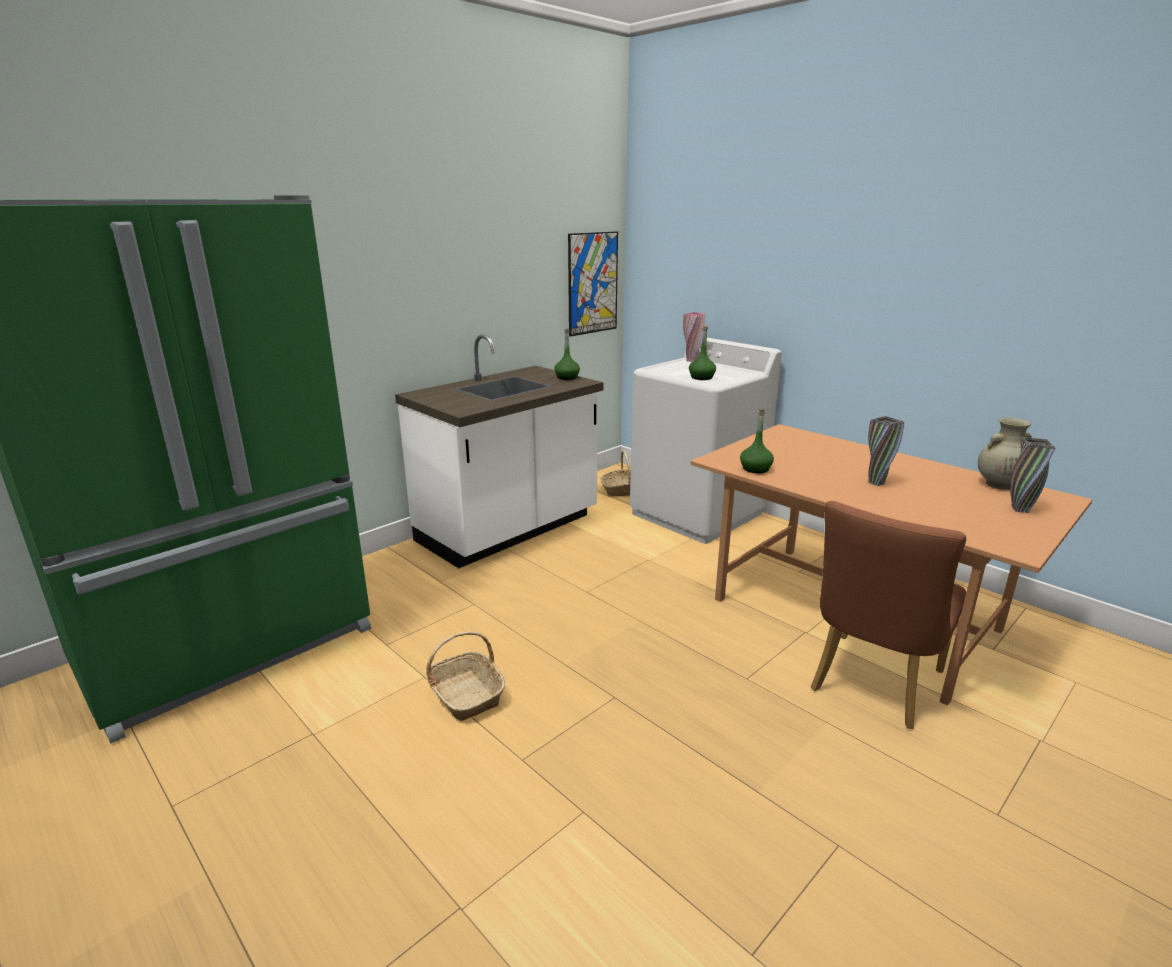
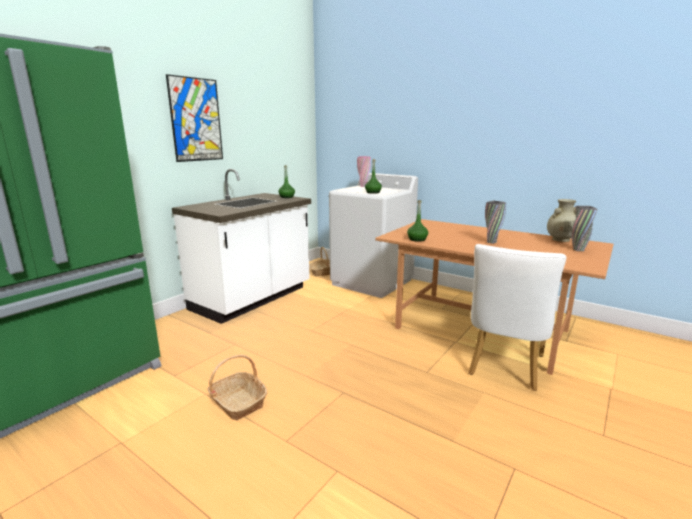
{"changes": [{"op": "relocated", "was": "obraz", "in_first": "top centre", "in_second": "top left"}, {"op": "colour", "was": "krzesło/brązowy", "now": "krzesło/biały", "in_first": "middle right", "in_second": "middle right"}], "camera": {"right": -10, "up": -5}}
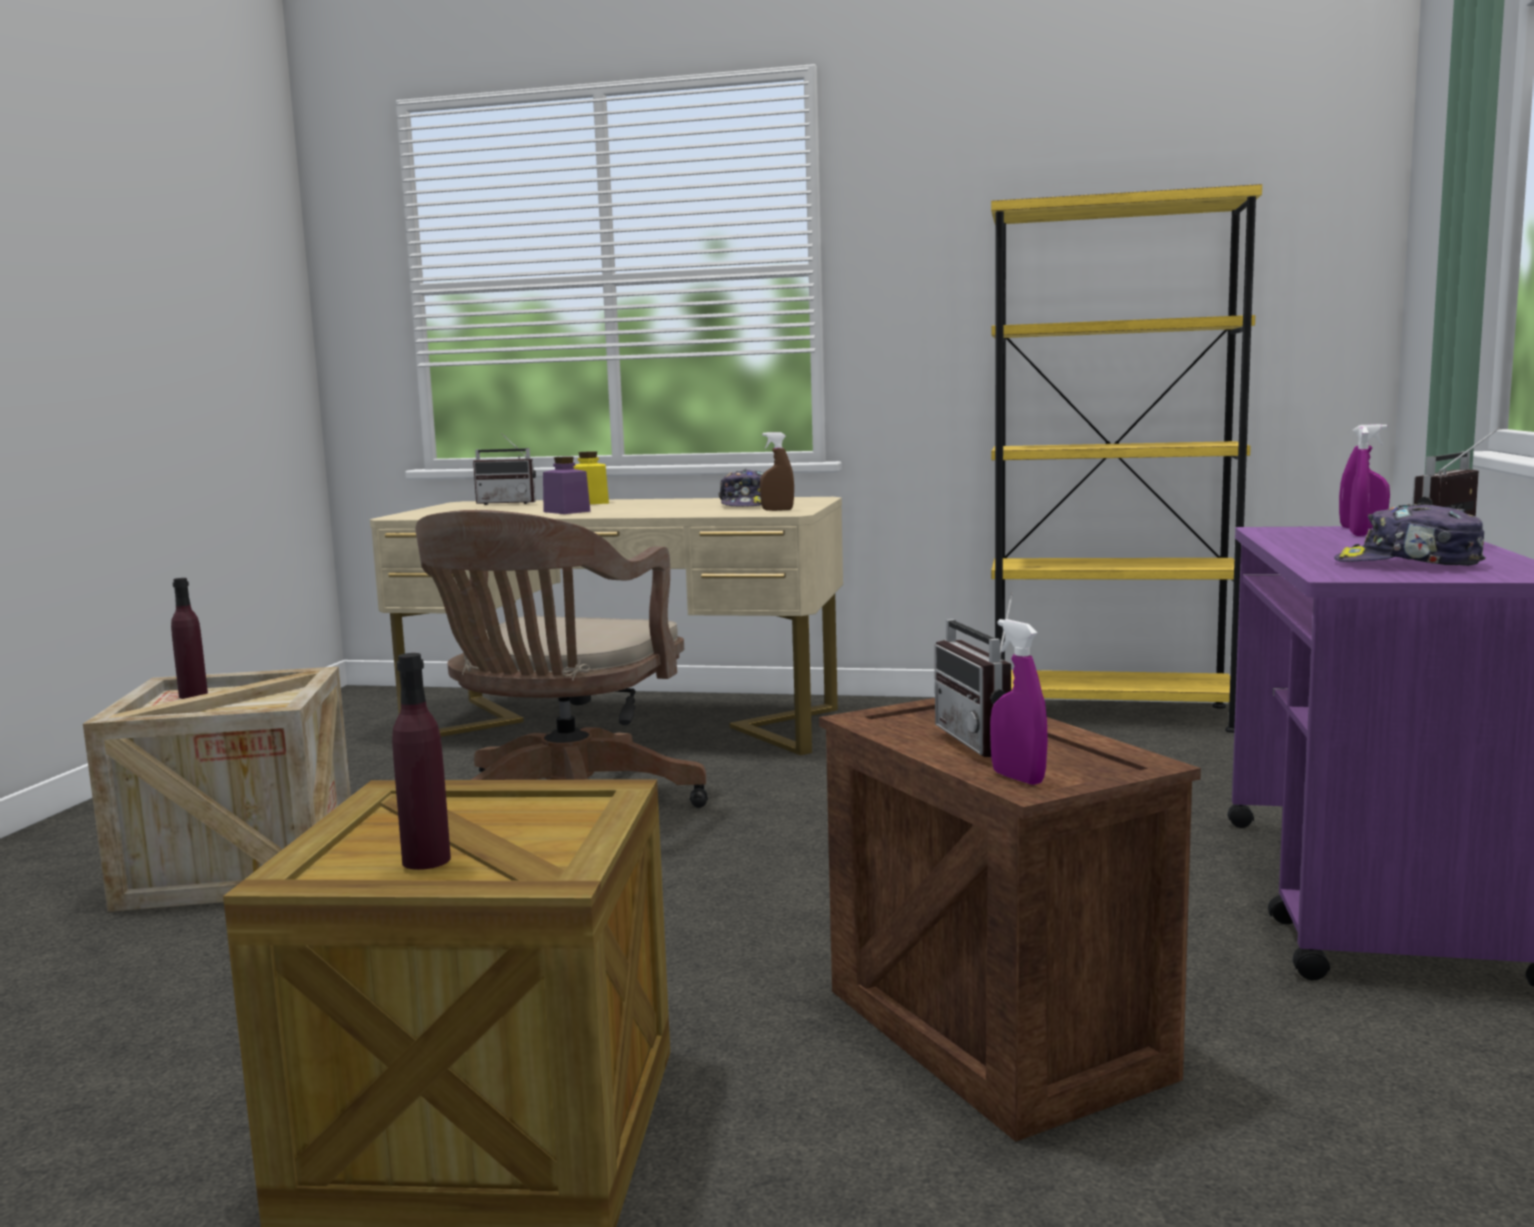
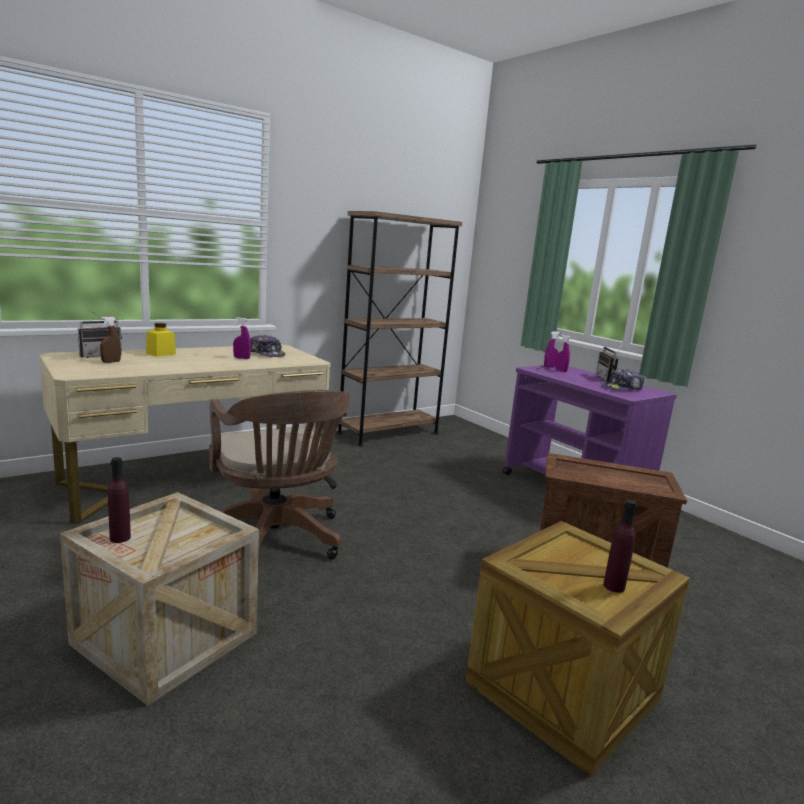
{"changes": [{"op": "relocated", "was": "spryskiwacz/brązowy", "in_first": "centre", "in_second": "middle left"}, {"op": "relocated", "was": "spryskiwacz/fioletowy (no. 1 from left)", "in_first": "centre", "in_second": "middle left"}, {"op": "colour", "was": "regał/żółty", "now": "regał/brązowy", "in_first": "middle right", "in_second": "centre"}, {"op": "missing", "was": "słoik/fioletowy", "in_first": "centre"}, {"op": "missing", "was": "radio (no. 2 from left)", "in_first": "centre"}], "camera": {"right": -50, "up": 5}}
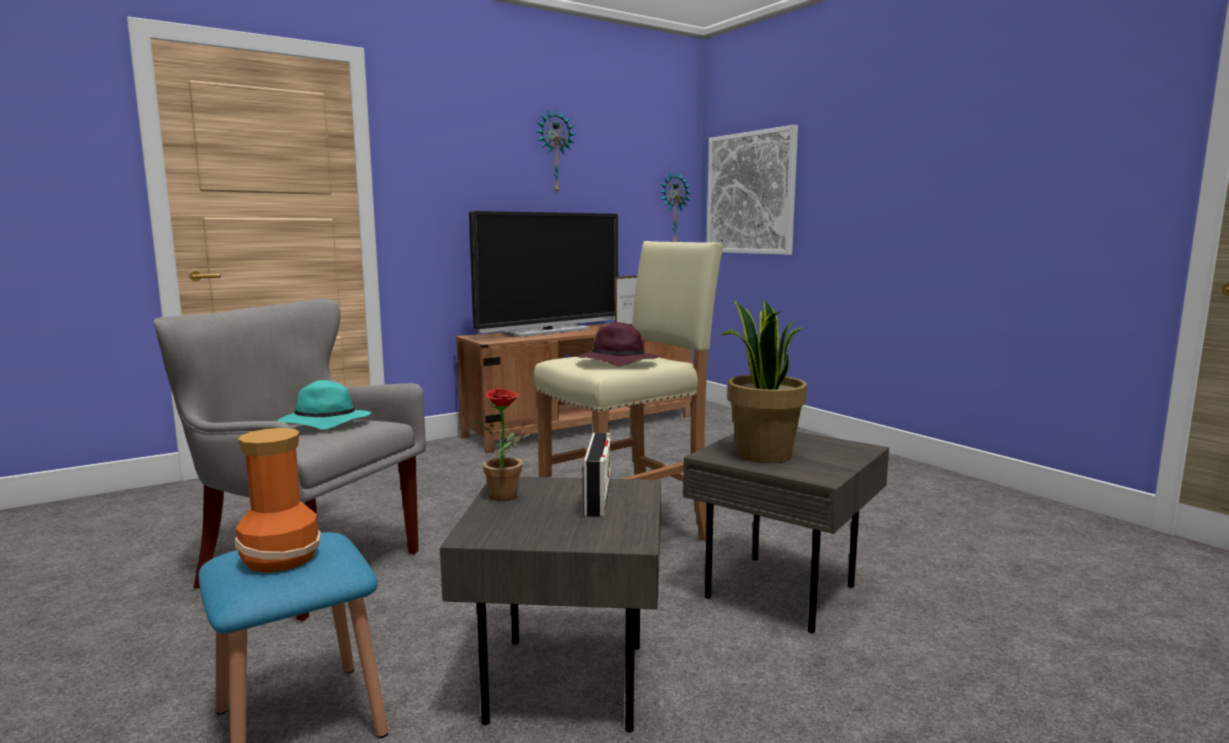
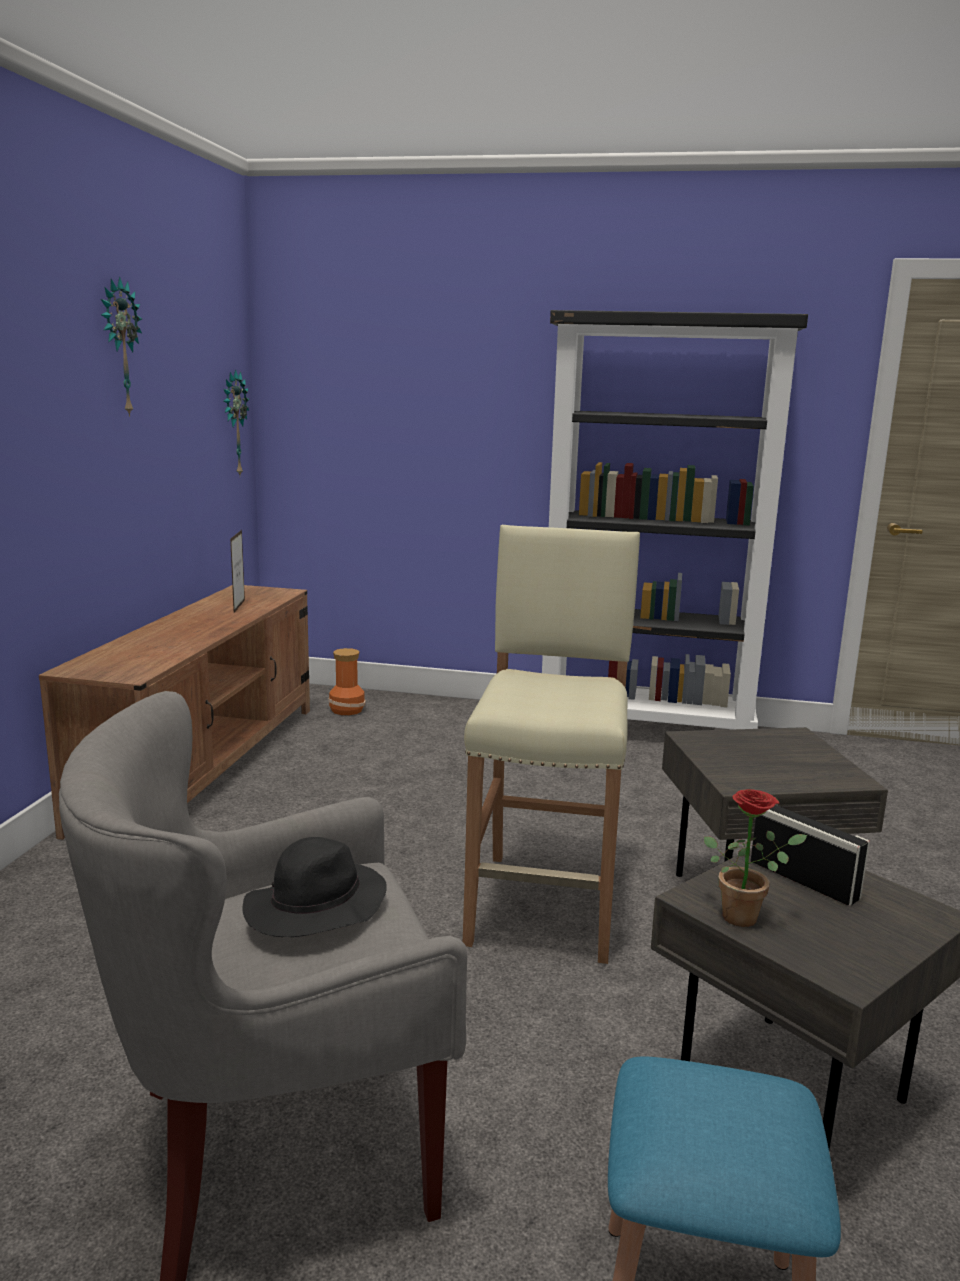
{"changes": [{"op": "colour", "was": "kapelusz/turkusowy", "now": "kapelusz/czarny", "in_first": "middle left", "in_second": "bottom left"}, {"op": "relocated", "was": "wazon", "in_first": "bottom left", "in_second": "centre"}, {"op": "appeared", "now": "regał/czarny", "in_second": "middle right"}, {"op": "missing", "was": "telewizor", "in_first": "centre"}, {"op": "missing", "was": "kapelusz/fioletowy", "in_first": "centre"}, {"op": "missing", "was": "obraz", "in_first": "top centre"}, {"op": "missing", "was": "roślina doniczkowa (no. 2 from left)", "in_first": "centre"}], "camera": {"right": -45, "up": 5}}
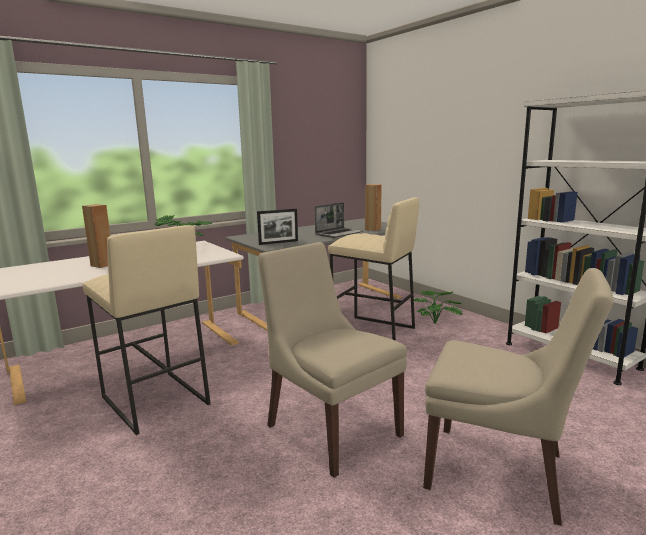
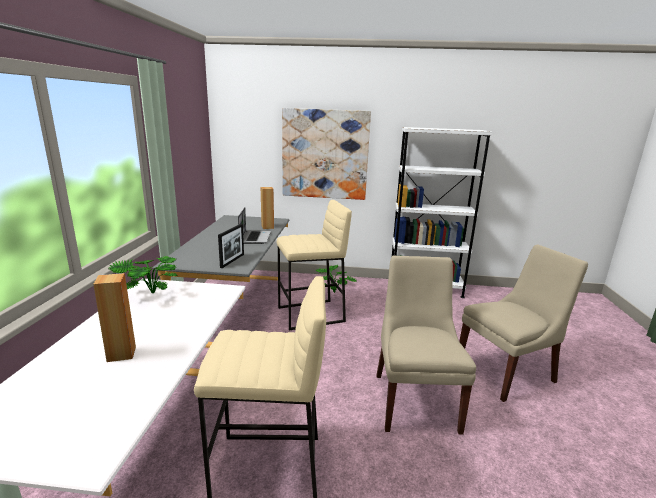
{"changes": [{"op": "appeared", "now": "obraz", "in_second": "top centre"}, {"op": "spun", "was": "krzesło/beżowy (no. 1 from left)", "in_first": "bottom centre", "in_second": "bottom centre", "clockwise": 90}], "camera": {"right": -50, "up": 5}}
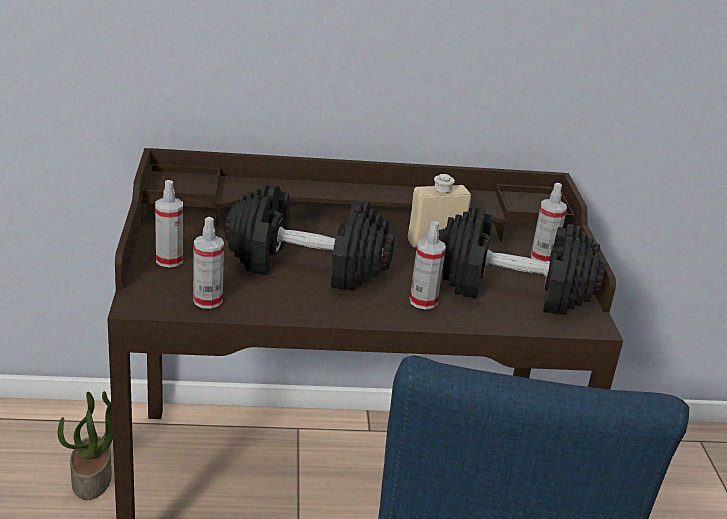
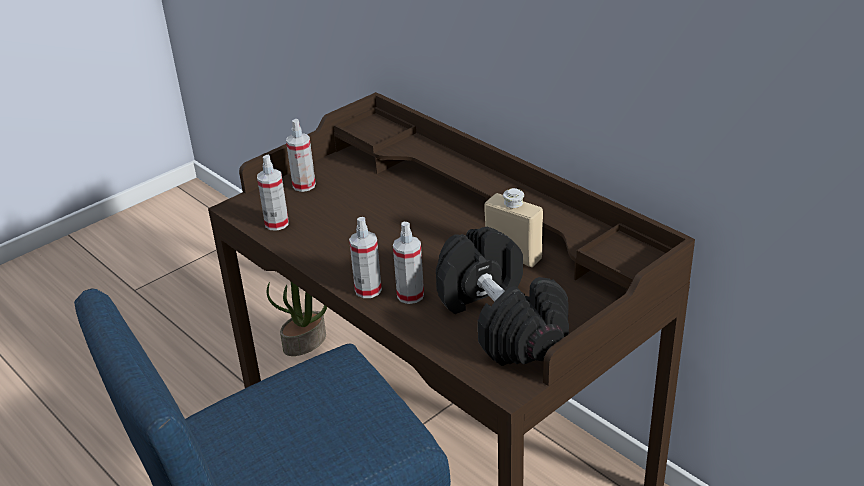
{"changes": [{"op": "relocated", "was": "spryskiwacz (no. 4 from left in the first image)", "now": "spryskiwacz (no. 3 from left)", "in_first": "middle right", "in_second": "centre"}, {"op": "missing", "was": "hantel/czarny (no. 1 from left)", "in_first": "centre"}], "camera": {"right": 55, "up": 5}}
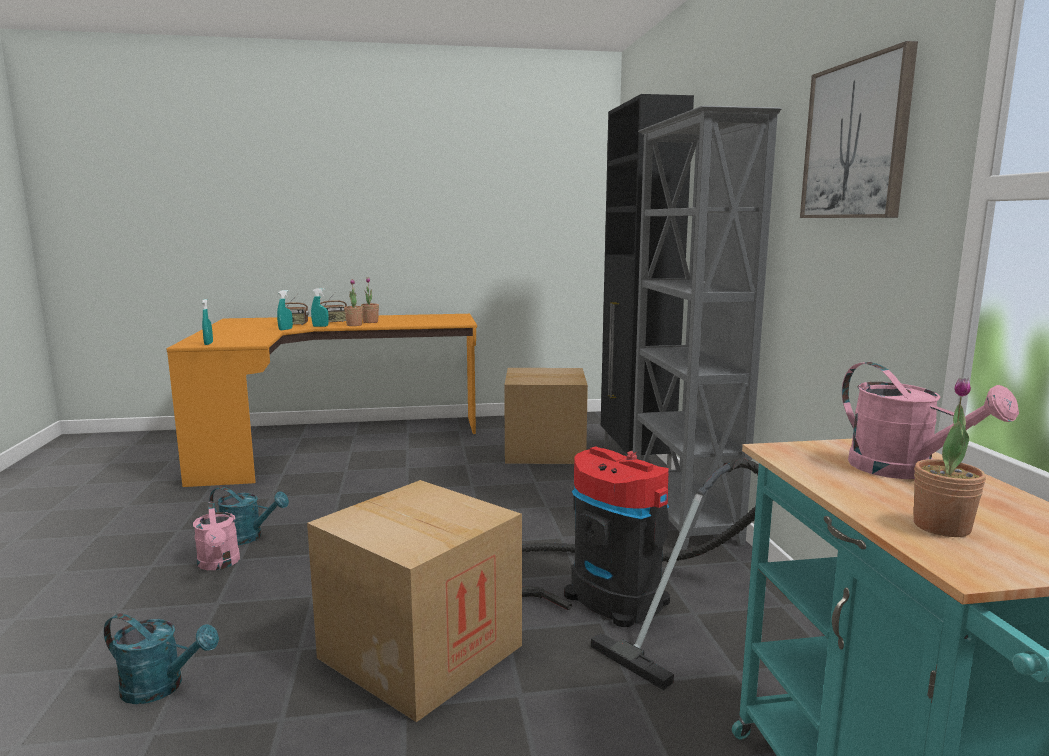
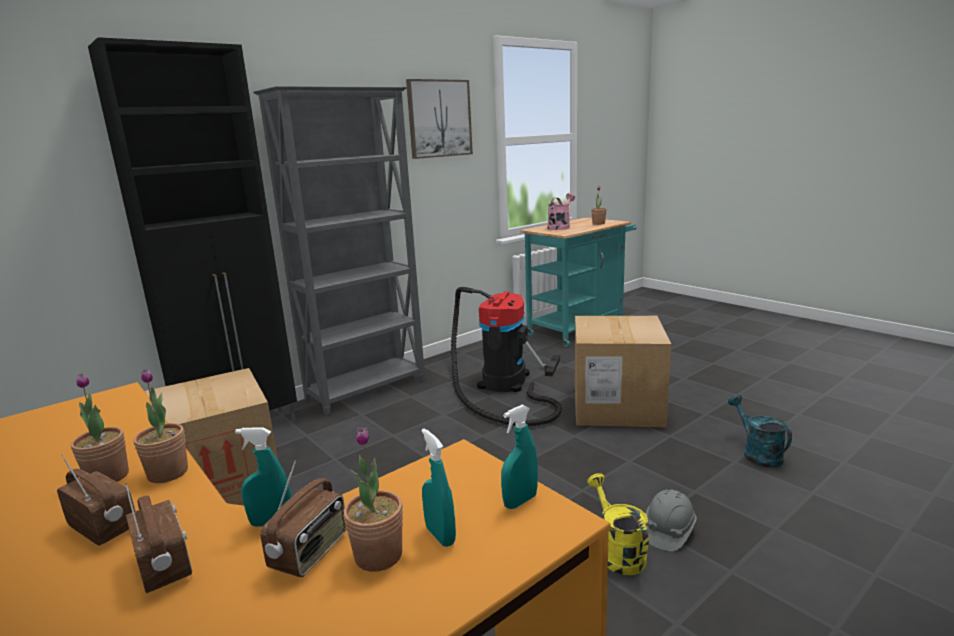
{"changes": [{"op": "appeared", "now": "radio (no. 3 from left)", "in_second": "bottom left"}, {"op": "appeared", "now": "roślina doniczkowa (no. 3 from left)", "in_second": "bottom centre"}, {"op": "relocated", "was": "spryskiwacz/turkusowy (no. 3 from left in the first image)", "now": "spryskiwacz/turkusowy (no. 2 from left)", "in_first": "middle left", "in_second": "bottom centre"}, {"op": "colour", "was": "konewka/turkusowy (no. 2 from left)", "now": "konewka/żółty", "in_first": "bottom left", "in_second": "bottom centre"}, {"op": "exchanged", "was": "konewka/różowy (no. 1 from left)", "now": "kask/szary", "in_first": "bottom left", "in_second": "bottom right"}], "camera": {"right": -120, "up": 5}}
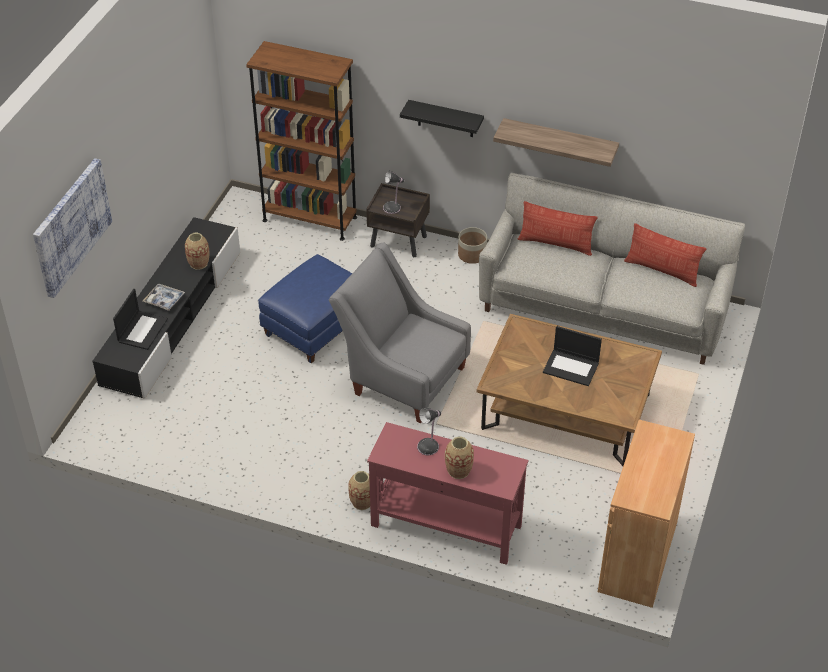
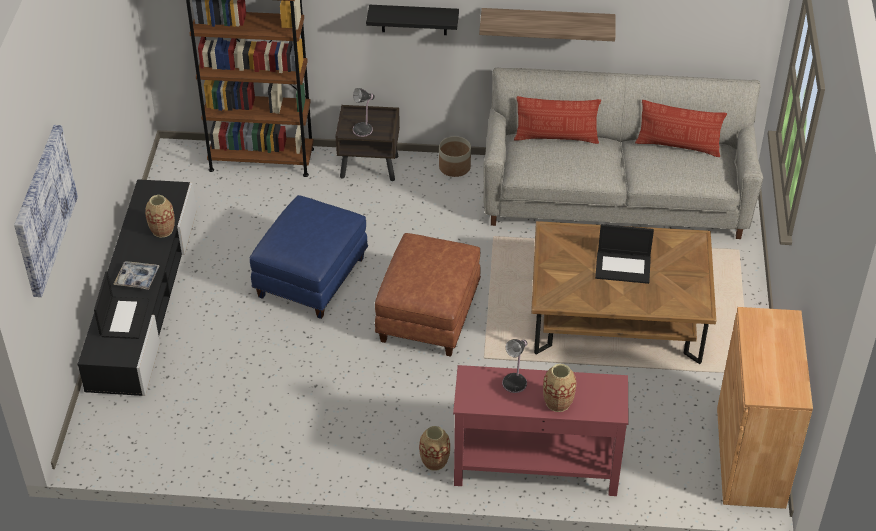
{"changes": [{"op": "exchanged", "was": "fotel/szary", "now": "pufa/brązowy", "in_first": "centre", "in_second": "centre"}], "camera": {"right": -15, "up": 0}}
